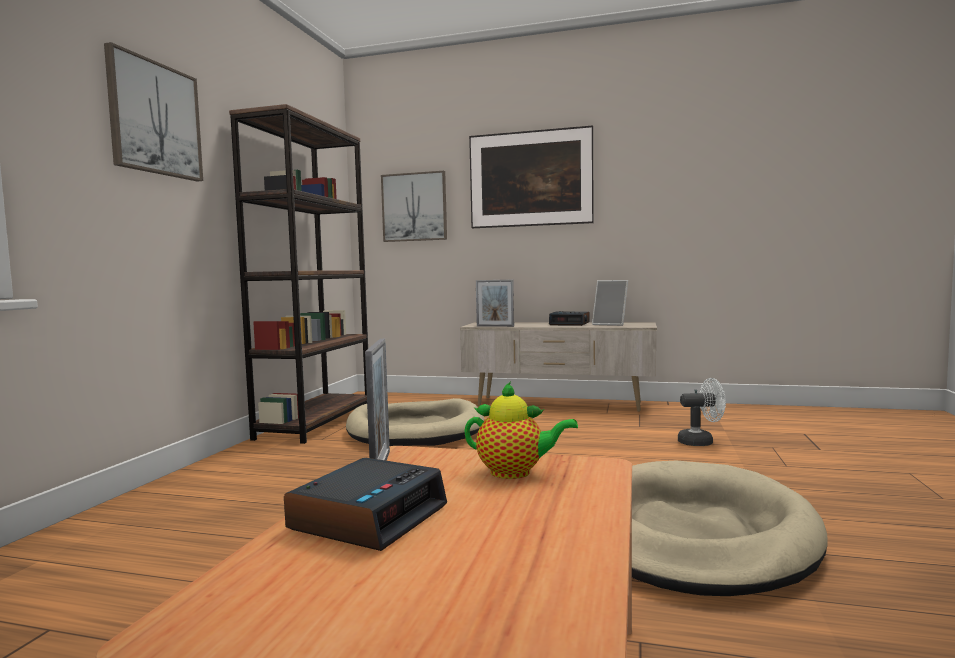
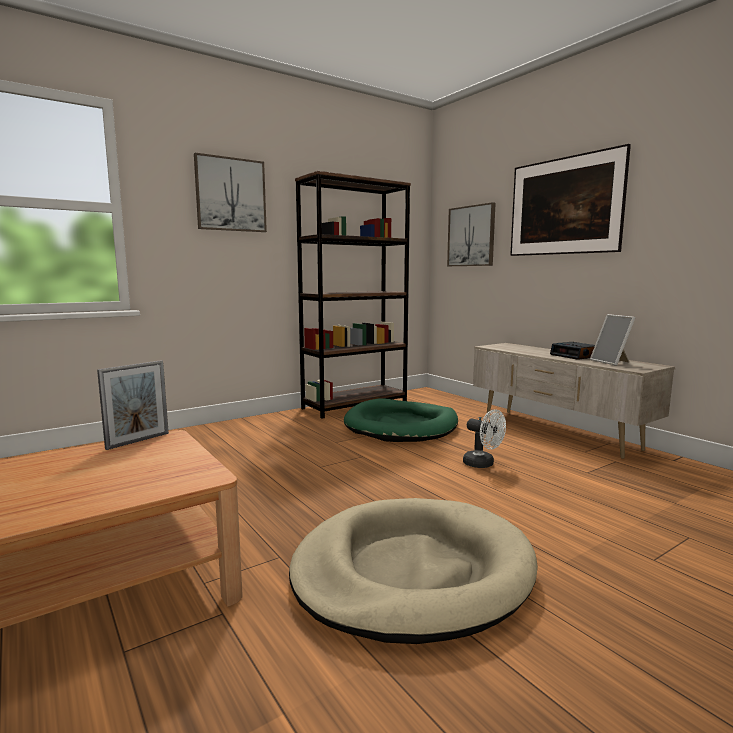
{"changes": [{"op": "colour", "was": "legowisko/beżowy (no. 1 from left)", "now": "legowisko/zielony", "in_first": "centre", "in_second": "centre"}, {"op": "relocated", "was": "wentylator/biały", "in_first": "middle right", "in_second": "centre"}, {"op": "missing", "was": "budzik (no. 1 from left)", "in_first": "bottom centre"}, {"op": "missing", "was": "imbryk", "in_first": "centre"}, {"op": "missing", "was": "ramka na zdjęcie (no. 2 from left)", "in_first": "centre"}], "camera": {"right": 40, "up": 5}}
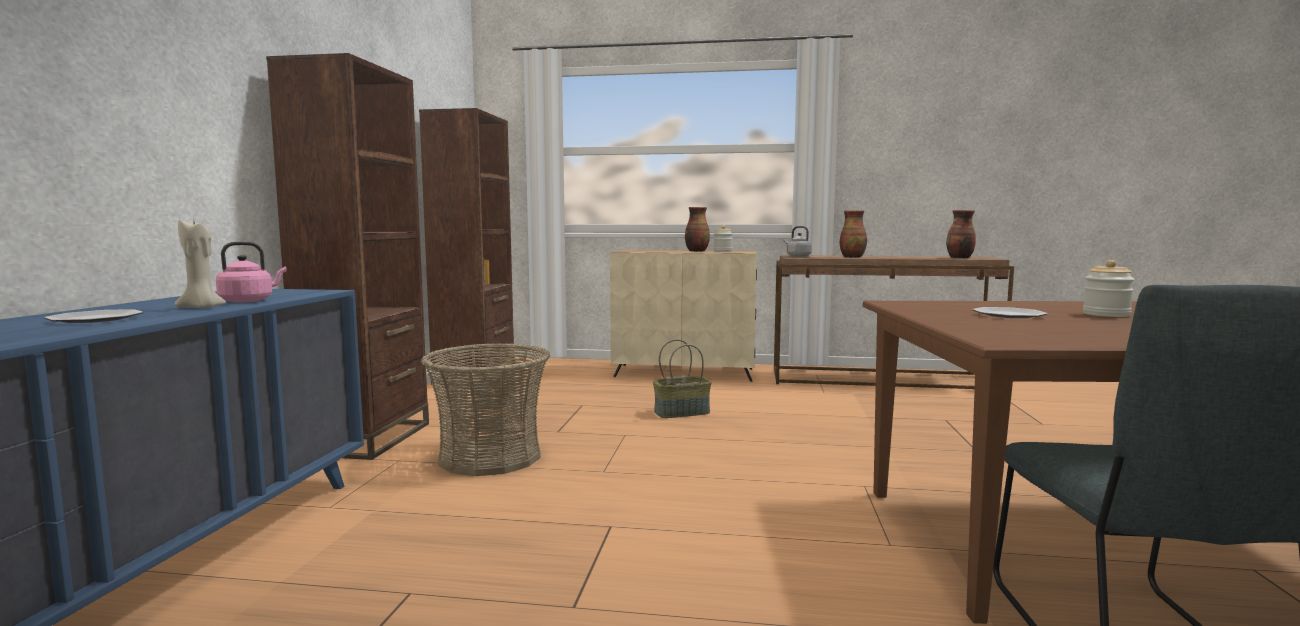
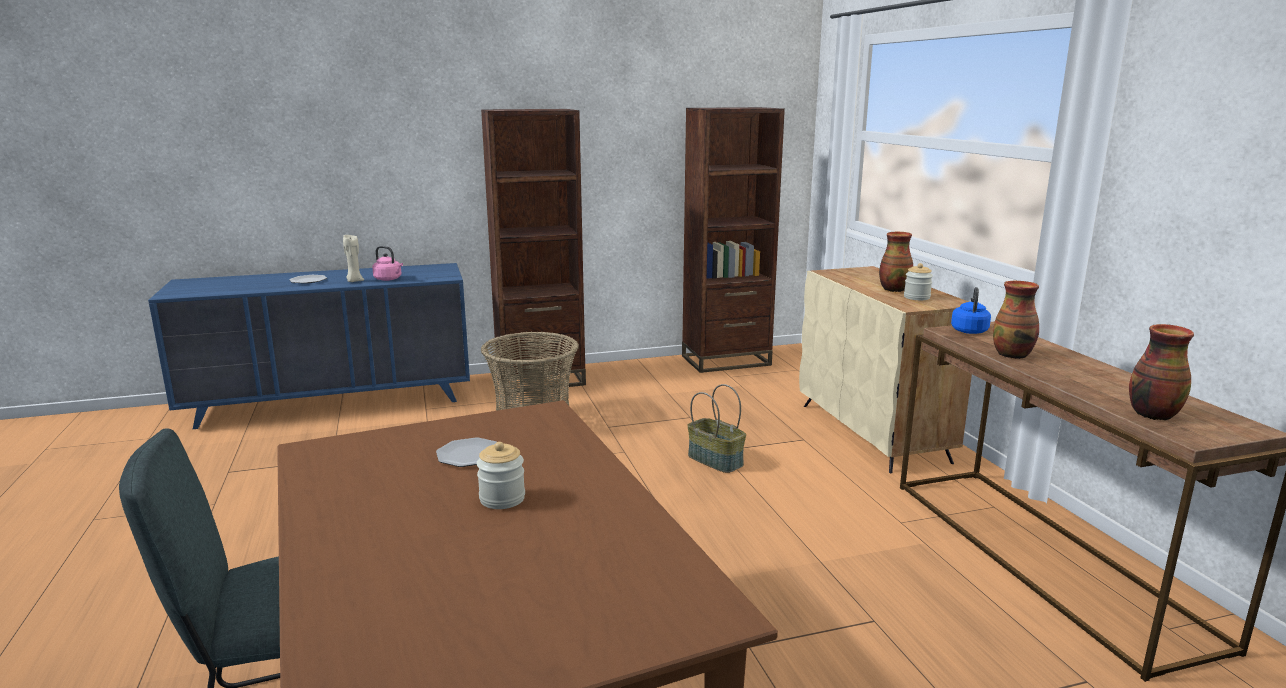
{"changes": [{"op": "colour", "was": "czajnik/szary", "now": "czajnik/niebieski", "in_first": "centre", "in_second": "middle right"}], "camera": {"right": 65, "up": 10}}
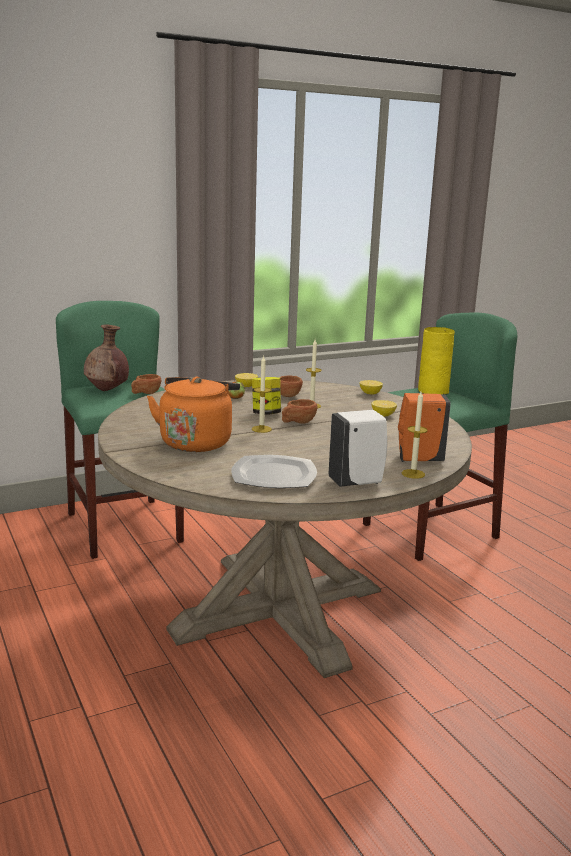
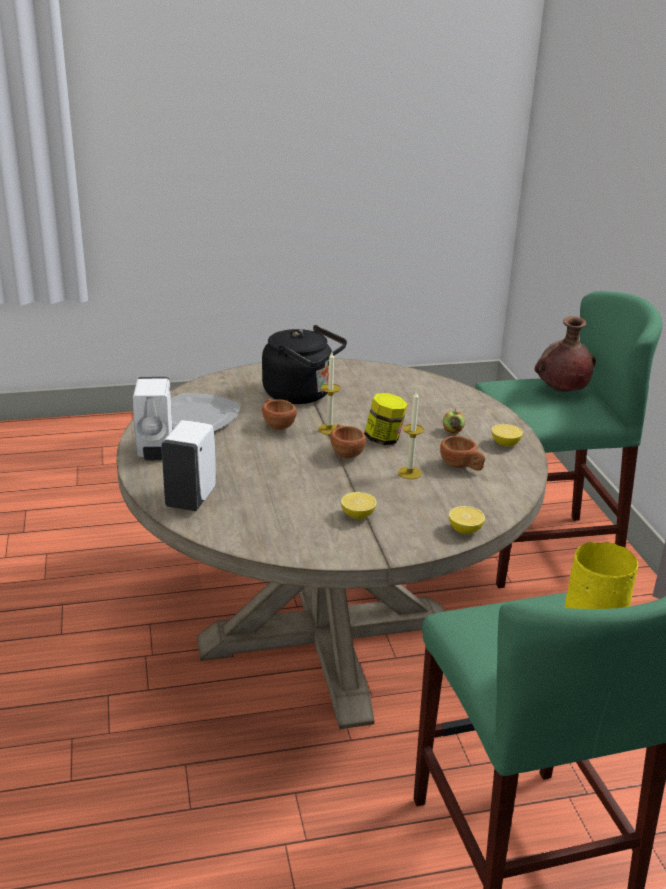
{"changes": [{"op": "colour", "was": "dozownik mydła/pomarańczowy", "now": "dozownik mydła/biały (no. 2 from left)", "in_first": "middle right", "in_second": "middle left"}, {"op": "colour", "was": "czajnik/pomarańczowy", "now": "czajnik/czarny", "in_first": "centre", "in_second": "centre"}, {"op": "relocated", "was": "filiżanka/brązowy (no. 1 from left)", "in_first": "middle left", "in_second": "centre"}, {"op": "missing", "was": "świeca (no. 3 from left)", "in_first": "middle right"}], "camera": {"right": 105, "up": 10}}
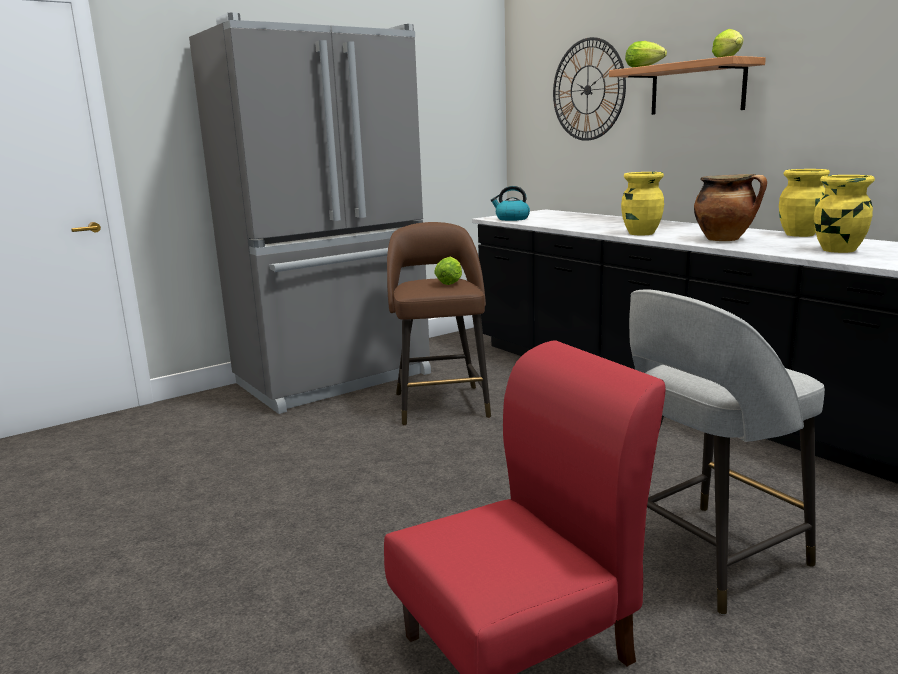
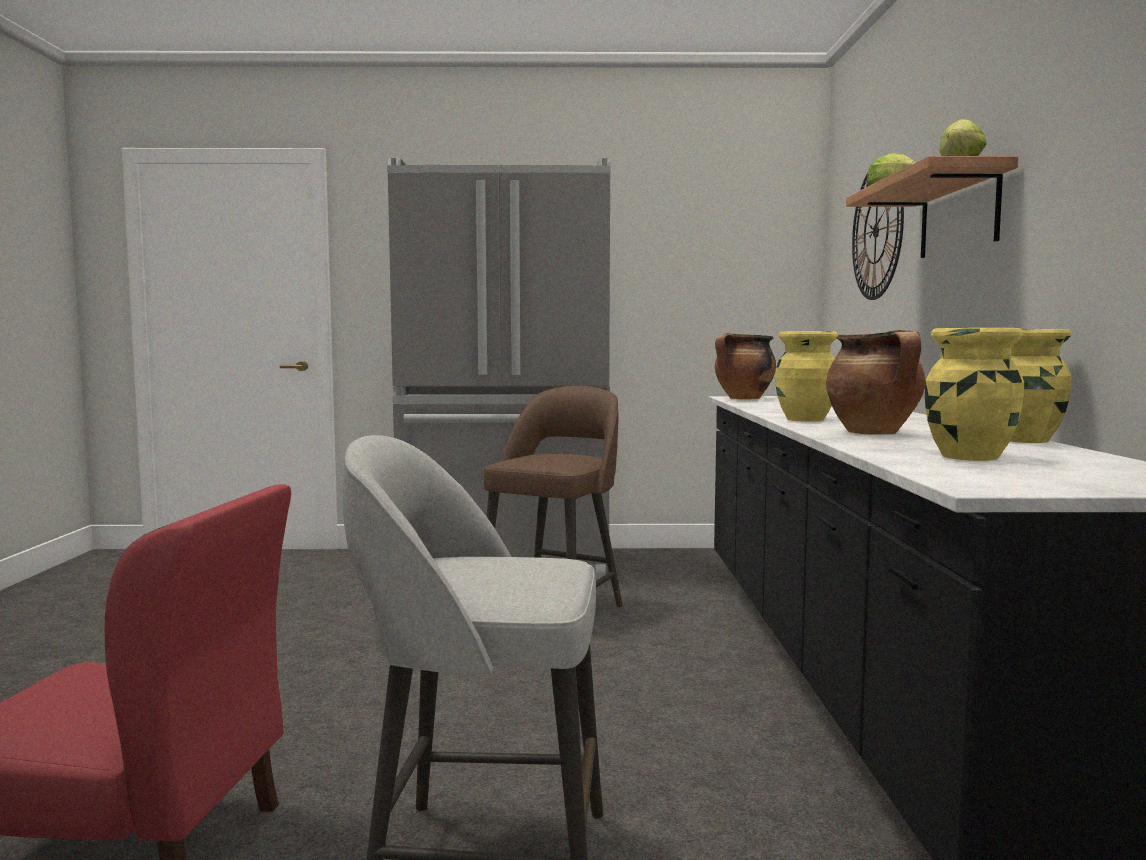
{"changes": [{"op": "exchanged", "was": "czajnik", "now": "garnek (no. 1 from left)", "in_first": "top centre", "in_second": "centre"}, {"op": "missing", "was": "sałata (no. 1 from left)", "in_first": "centre"}], "camera": {"right": 35, "up": -10}}
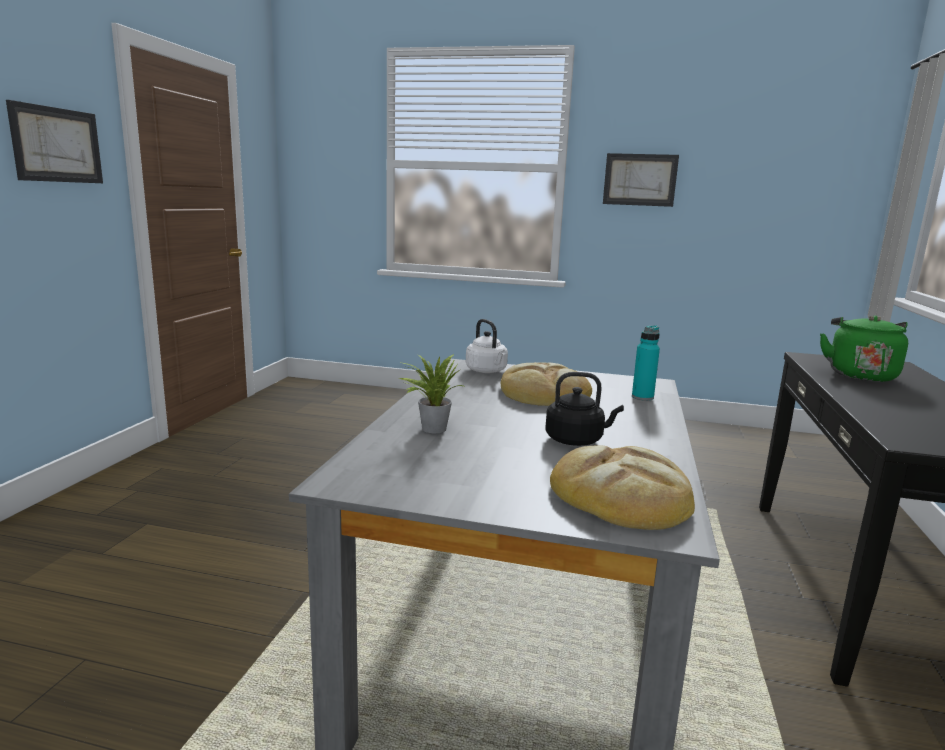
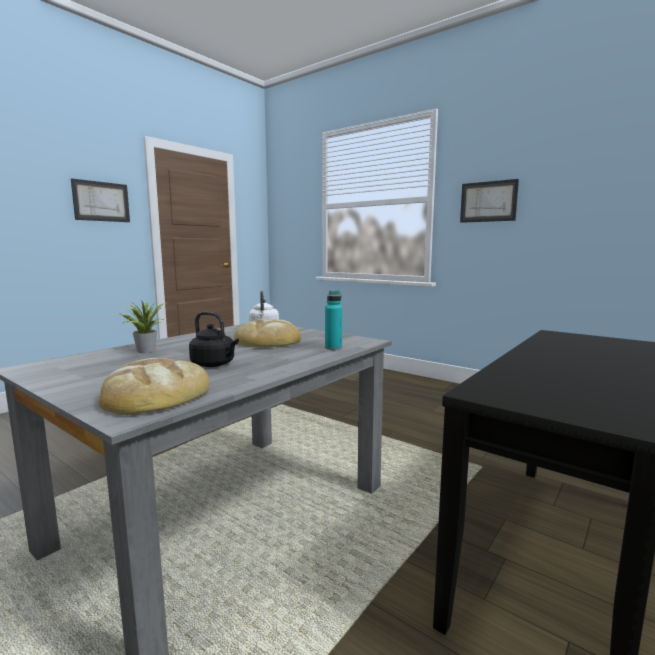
{"changes": [{"op": "missing", "was": "czajnik/zielony", "in_first": "middle right"}], "camera": {"right": 25, "up": -5}}
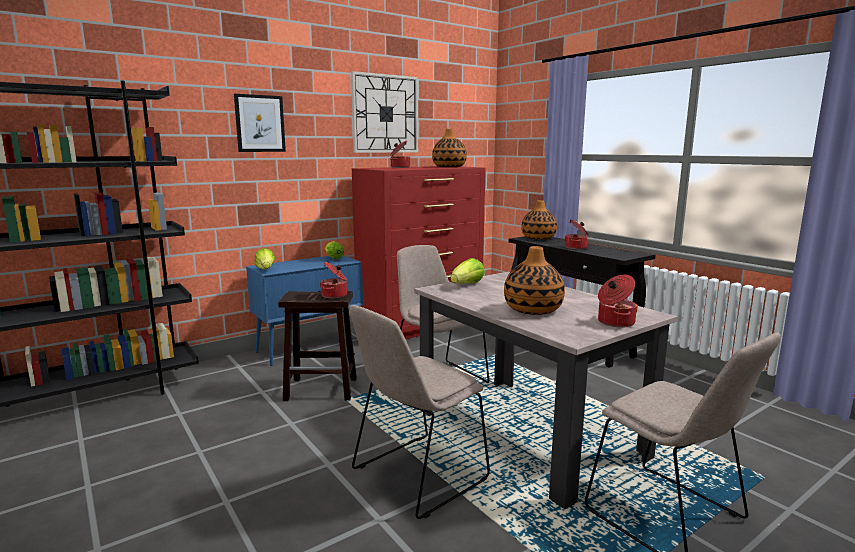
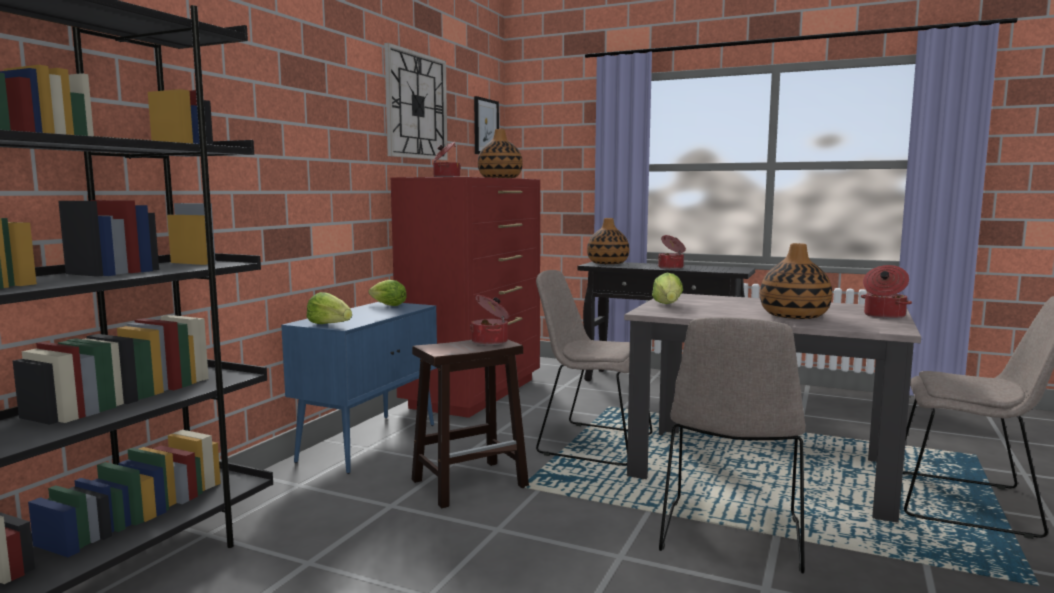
{"changes": [{"op": "relocated", "was": "obraz", "in_first": "top left", "in_second": "top centre"}], "camera": {"right": -30, "up": -5}}
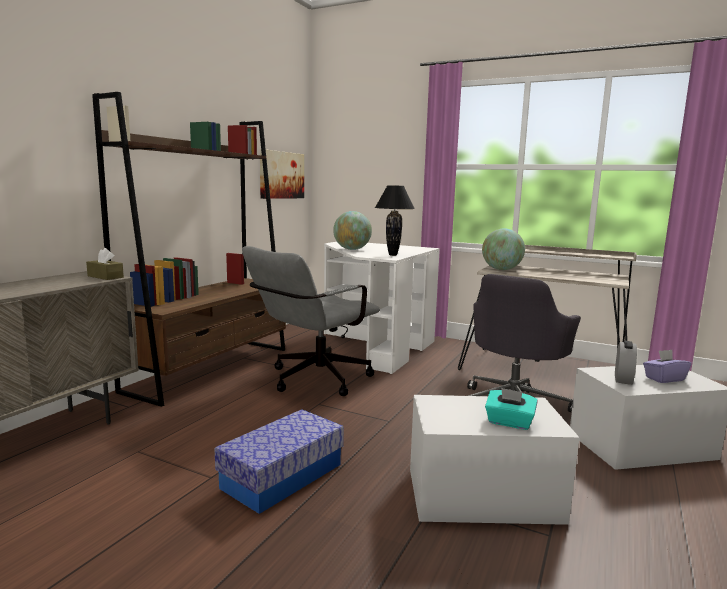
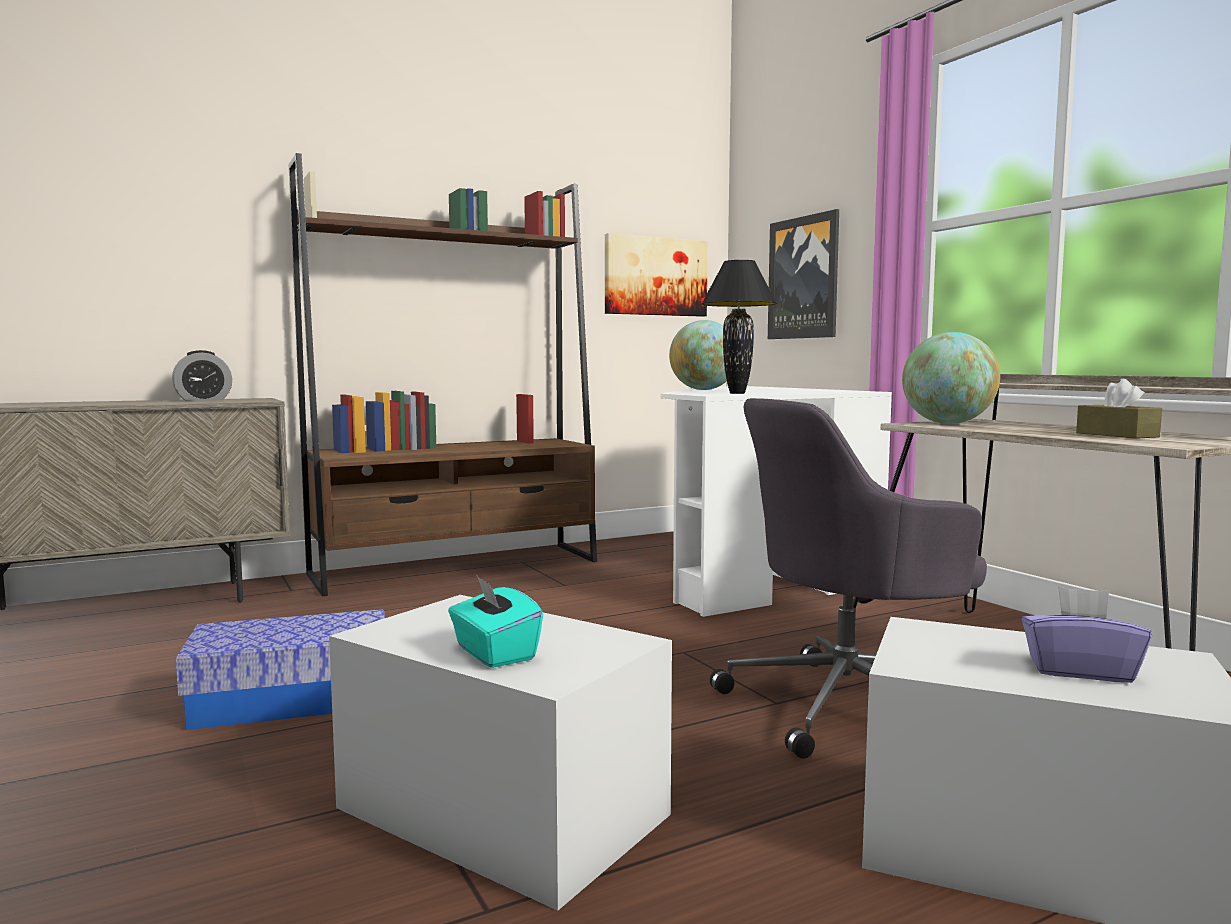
{"changes": [{"op": "relocated", "was": "budzik", "in_first": "middle right", "in_second": "middle left"}, {"op": "appeared", "now": "obraz (no. 2 from left)", "in_second": "top centre"}, {"op": "relocated", "was": "pudełko chusteczek/brązowy", "in_first": "middle left", "in_second": "middle right"}, {"op": "missing", "was": "krzesło biurowe/szary (no. 1 from left)", "in_first": "centre"}], "camera": {"right": 35, "up": -5}}
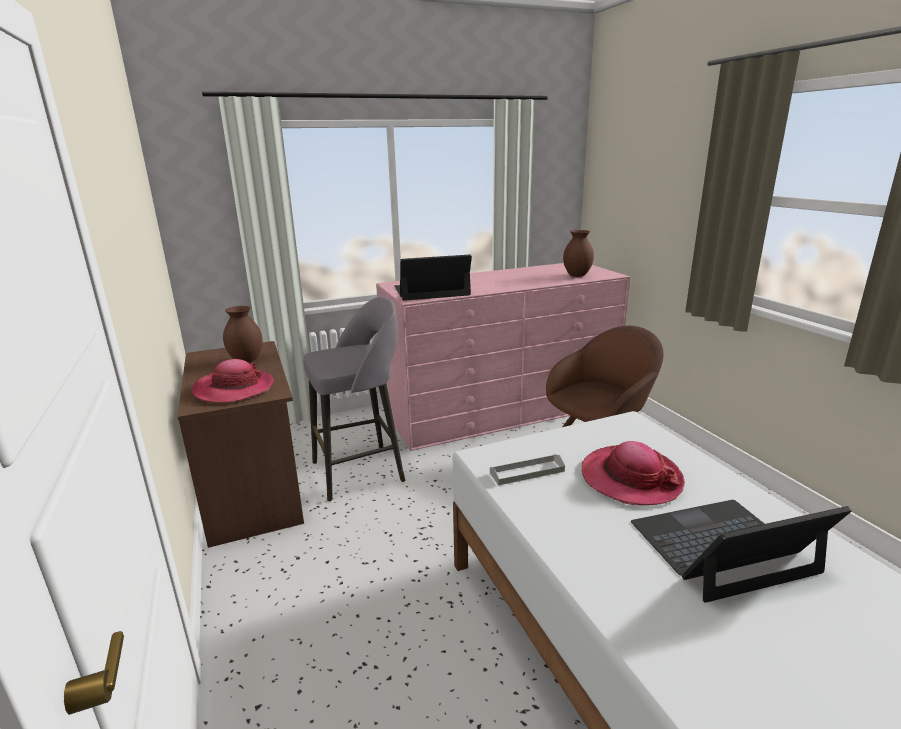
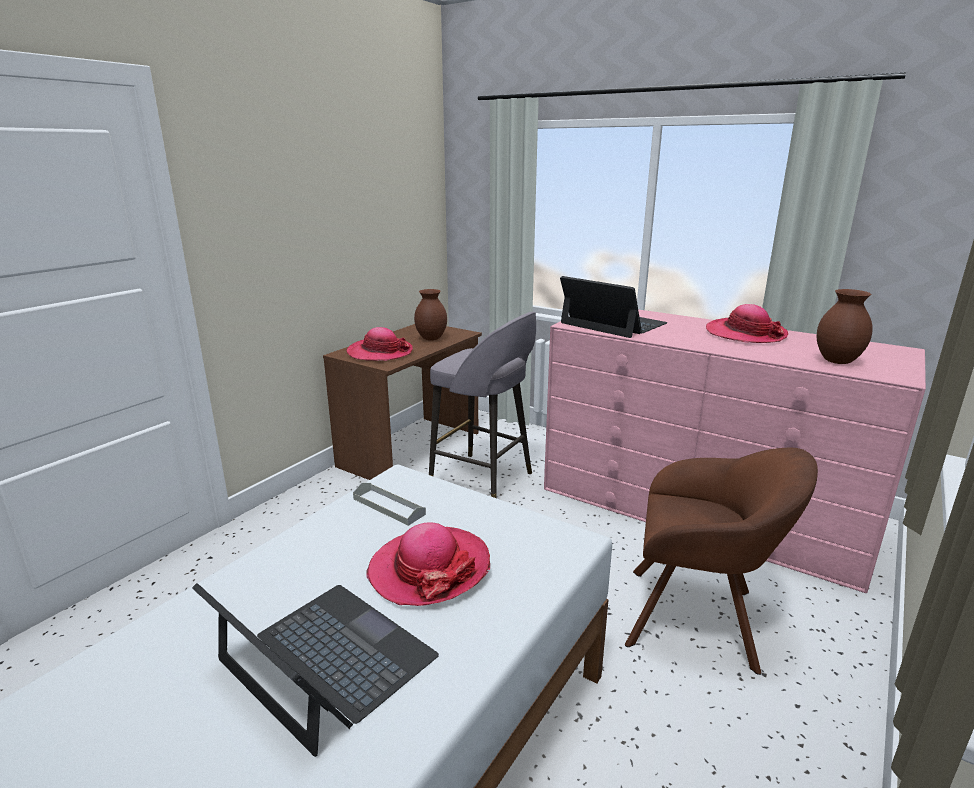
{"changes": [{"op": "appeared", "now": "kapelusz (no. 3 from left)", "in_second": "middle right"}], "camera": {"right": 55, "up": 0}}
